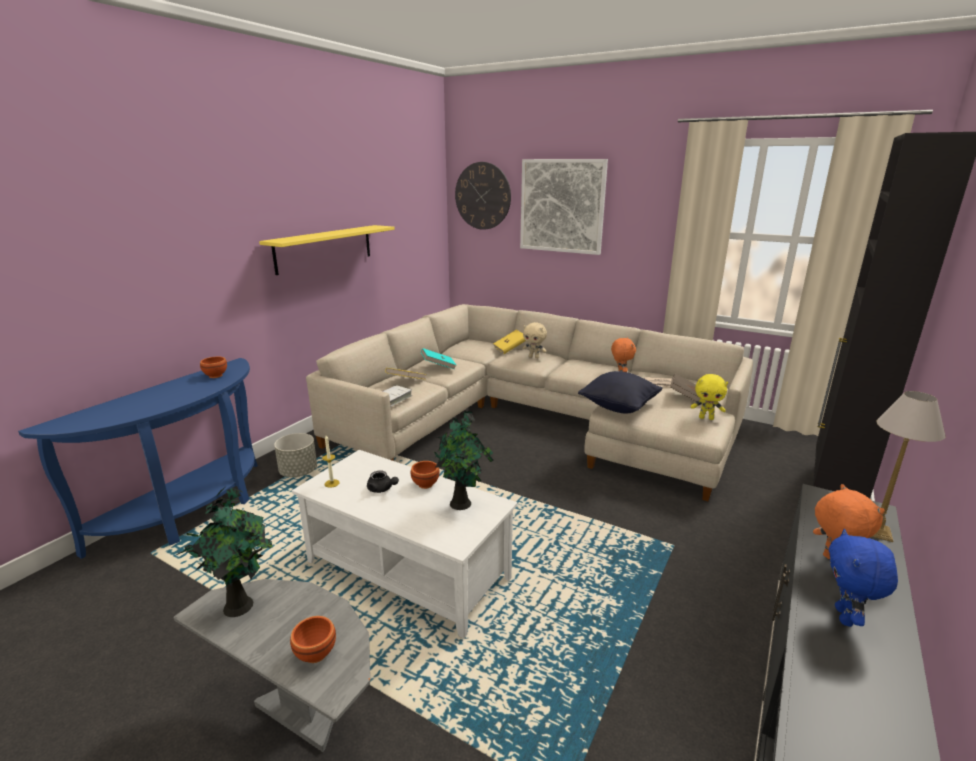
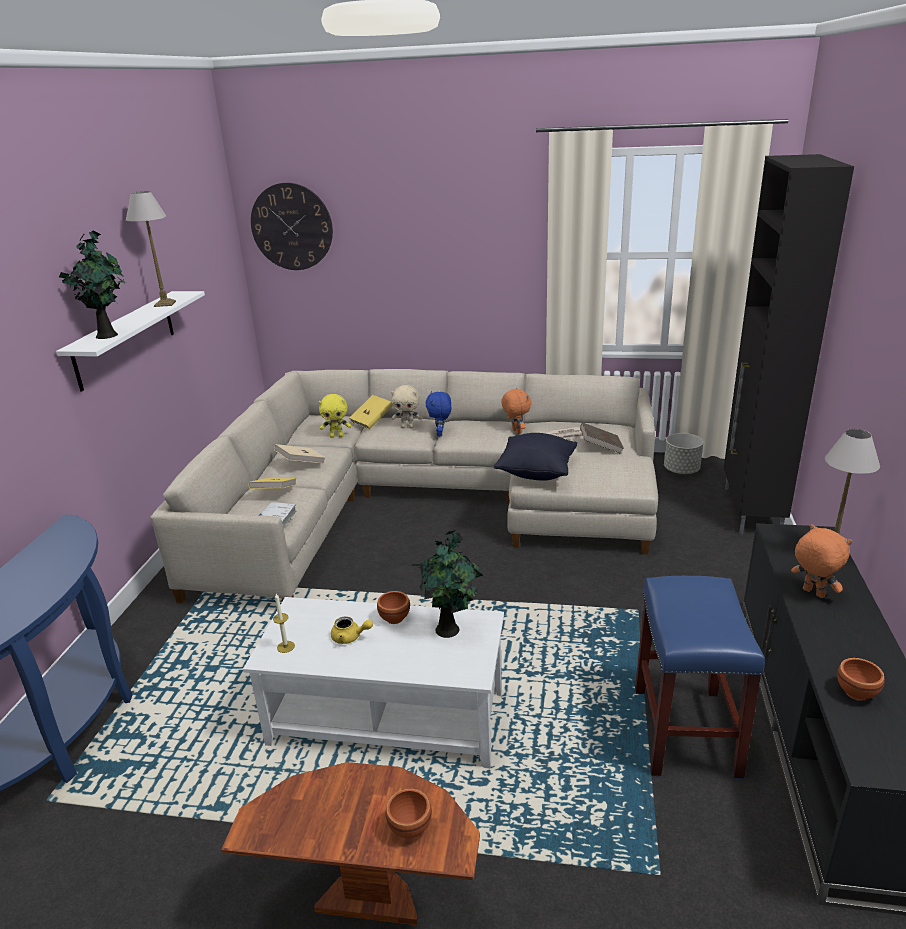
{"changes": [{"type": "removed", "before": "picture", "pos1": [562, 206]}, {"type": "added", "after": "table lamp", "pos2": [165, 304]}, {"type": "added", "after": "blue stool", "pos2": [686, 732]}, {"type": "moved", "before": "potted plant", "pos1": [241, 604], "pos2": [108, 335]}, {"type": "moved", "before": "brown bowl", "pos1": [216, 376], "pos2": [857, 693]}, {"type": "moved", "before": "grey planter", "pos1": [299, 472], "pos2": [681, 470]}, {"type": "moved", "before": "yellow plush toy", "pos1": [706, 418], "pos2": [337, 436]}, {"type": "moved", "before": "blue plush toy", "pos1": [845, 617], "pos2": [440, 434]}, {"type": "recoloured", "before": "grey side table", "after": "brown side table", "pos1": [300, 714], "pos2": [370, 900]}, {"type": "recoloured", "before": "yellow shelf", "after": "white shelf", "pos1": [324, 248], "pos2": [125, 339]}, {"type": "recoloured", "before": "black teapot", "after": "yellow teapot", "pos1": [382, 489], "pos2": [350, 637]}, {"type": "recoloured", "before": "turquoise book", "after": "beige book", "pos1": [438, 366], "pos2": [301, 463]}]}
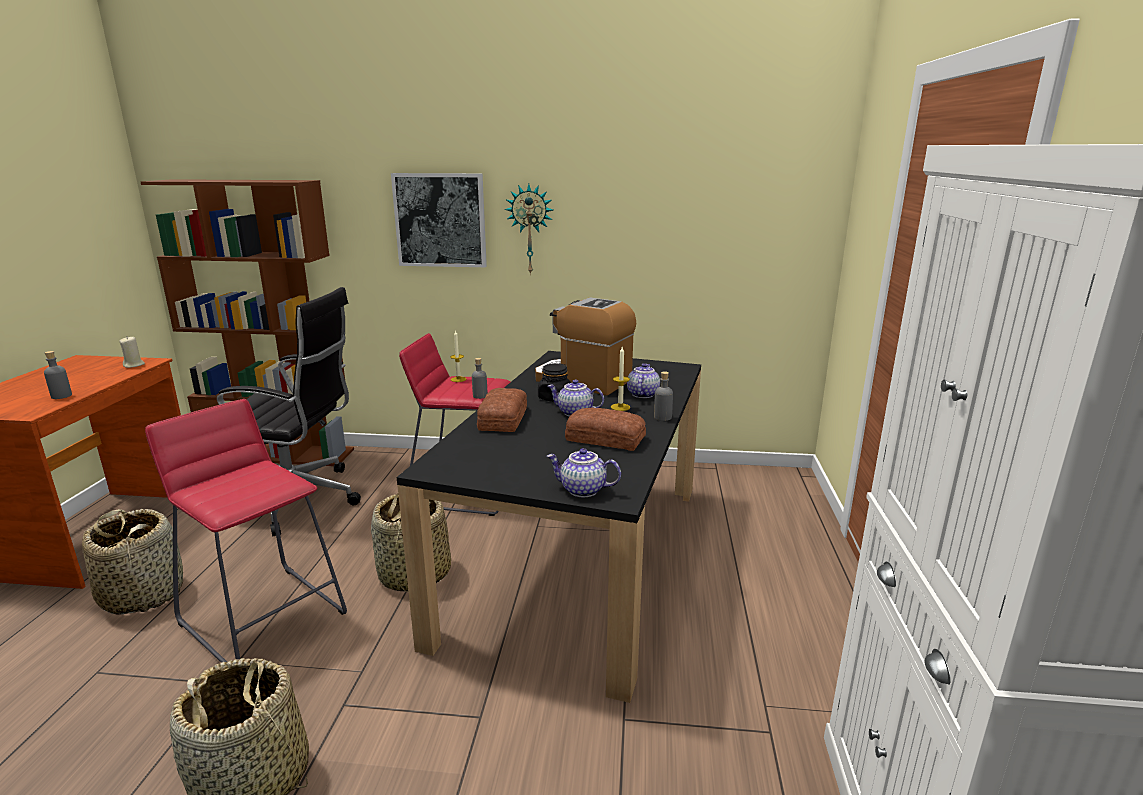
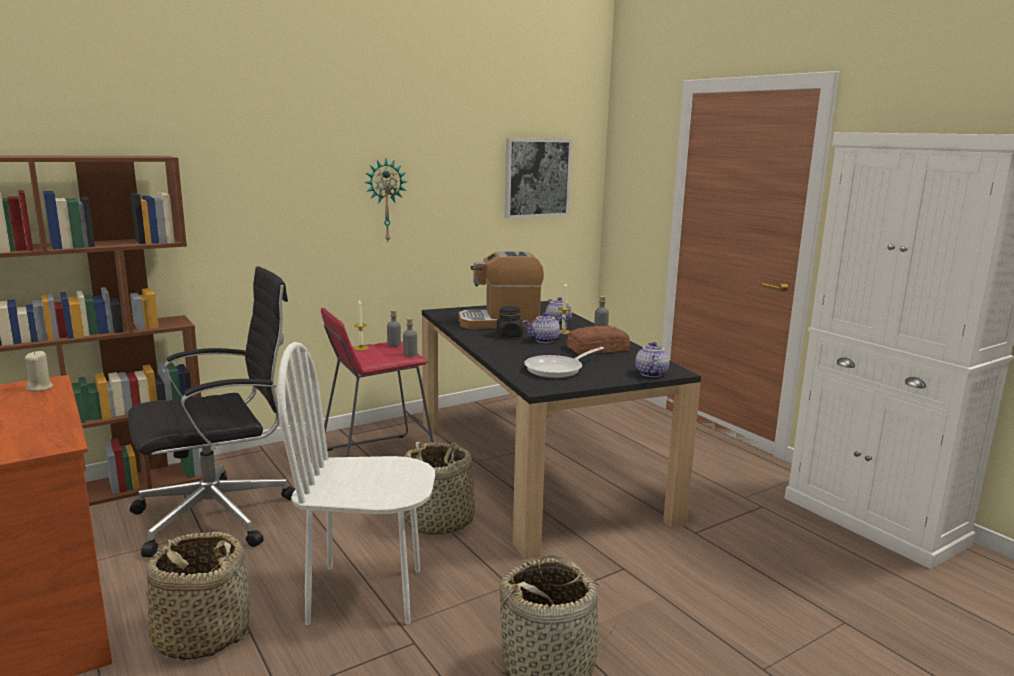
{"changes": [{"type": "removed", "before": "bread", "pos1": [501, 419]}, {"type": "added", "after": "frying pan", "pos2": [558, 369]}, {"type": "moved", "before": "grey bottle", "pos1": [61, 396], "pos2": [394, 345]}, {"type": "moved", "before": "picture", "pos1": [440, 220], "pos2": [536, 178]}, {"type": "replaced", "before": "red stool", "after": "white chair", "pos1": [264, 617], "pos2": [366, 594]}, {"type": "turned", "before": "teapot", "pos1": [582, 490], "pos2": [650, 373], "turn": 120}]}
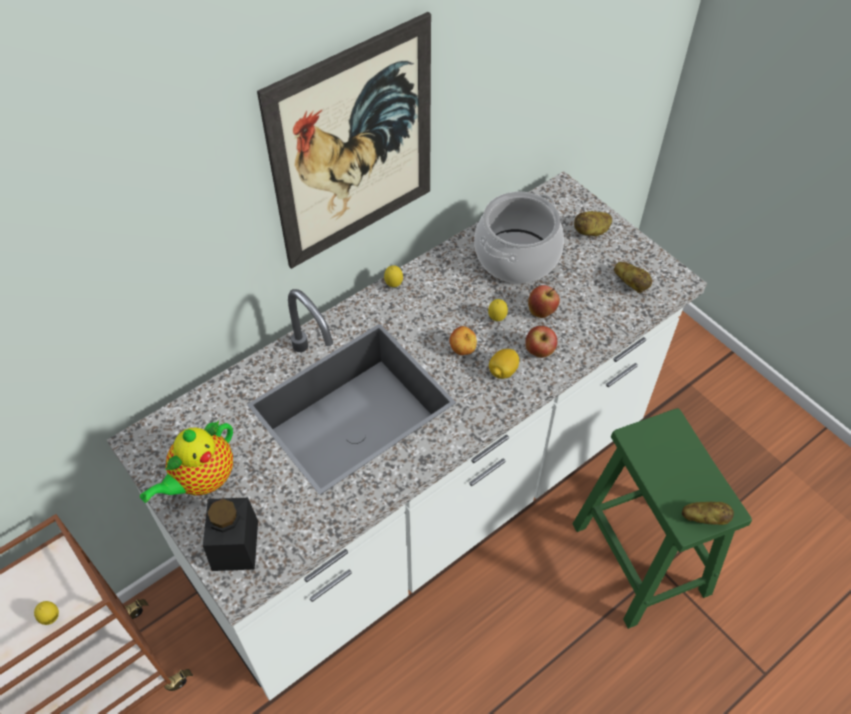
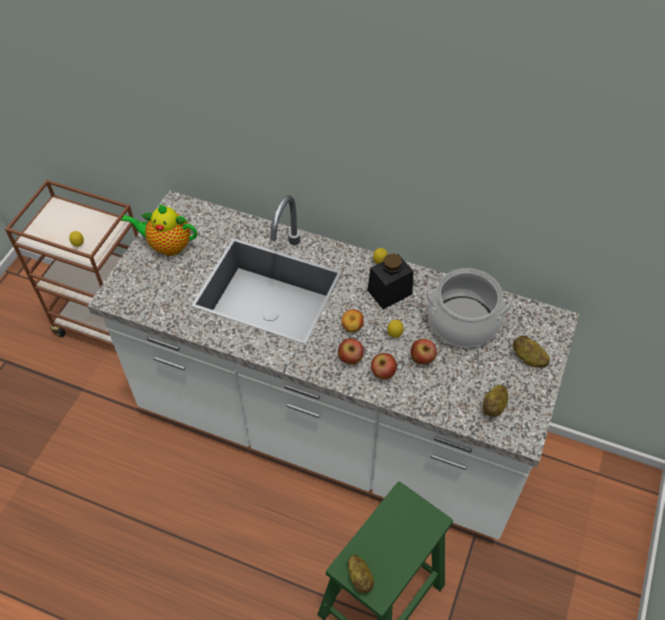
{"changes": [{"type": "removed", "before": "picture", "pos1": [354, 146]}, {"type": "moved", "before": "black jar", "pos1": [235, 545], "pos2": [389, 292]}, {"type": "replaced", "before": "lemon", "after": "apple", "pos1": [503, 371], "pos2": [350, 359]}]}
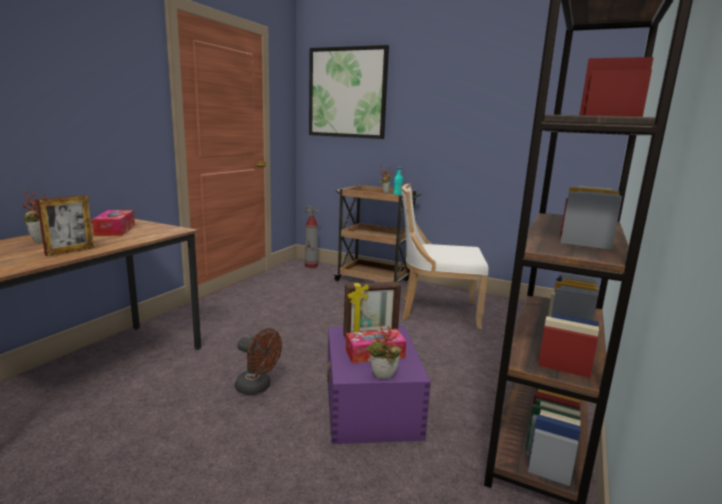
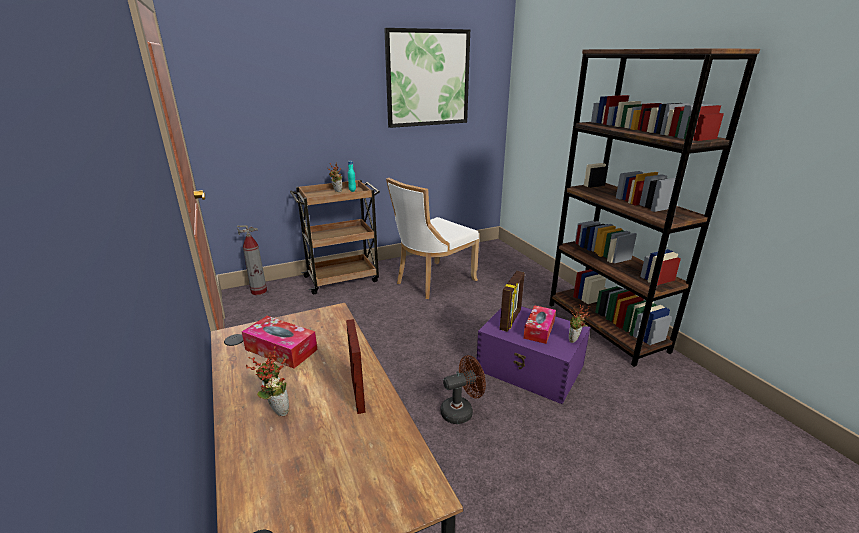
{"changes": [{"type": "moved", "before": "picture", "pos1": [347, 93], "pos2": [428, 78]}]}
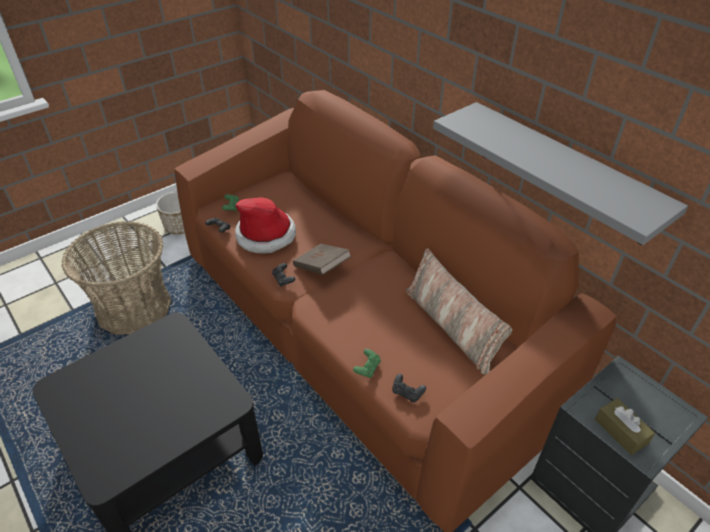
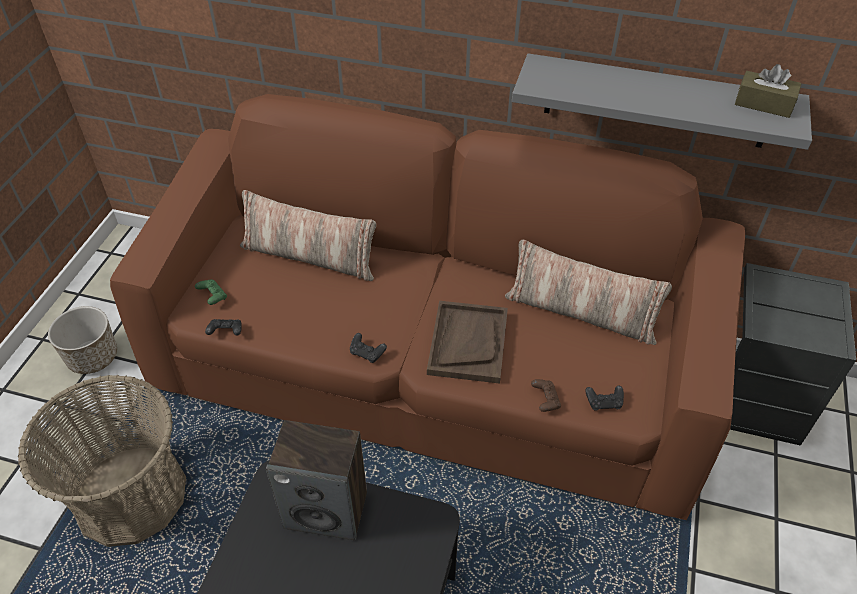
{"changes": [{"type": "removed", "before": "hat", "pos1": [266, 235]}, {"type": "removed", "before": "brown book", "pos1": [321, 268]}, {"type": "added", "after": "pillow", "pos2": [310, 257]}, {"type": "added", "after": "speaker", "pos2": [327, 510]}, {"type": "added", "after": "brown tray", "pos2": [468, 343]}, {"type": "moved", "before": "brown tissue box", "pos1": [621, 431], "pos2": [764, 104]}, {"type": "recoloured", "before": "green game controller", "after": "brown game controller", "pos1": [367, 368], "pos2": [545, 400]}]}
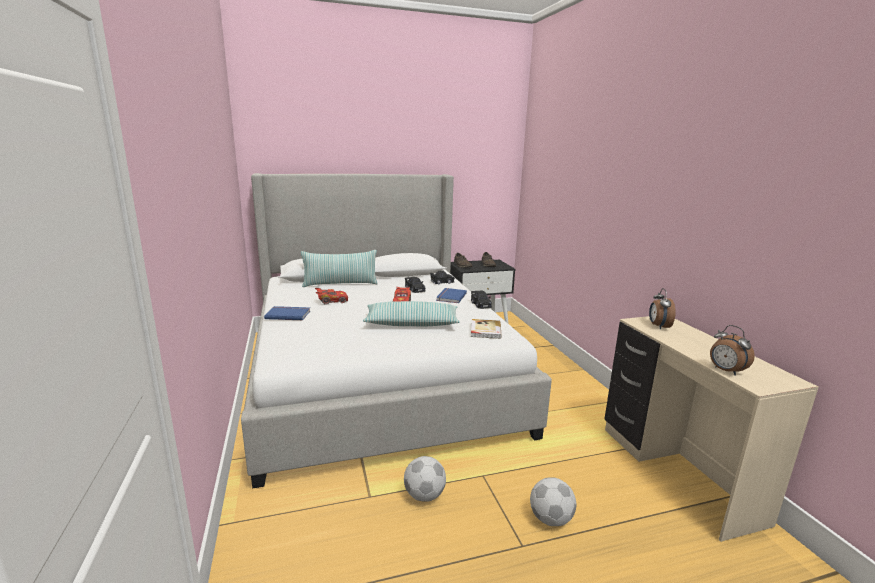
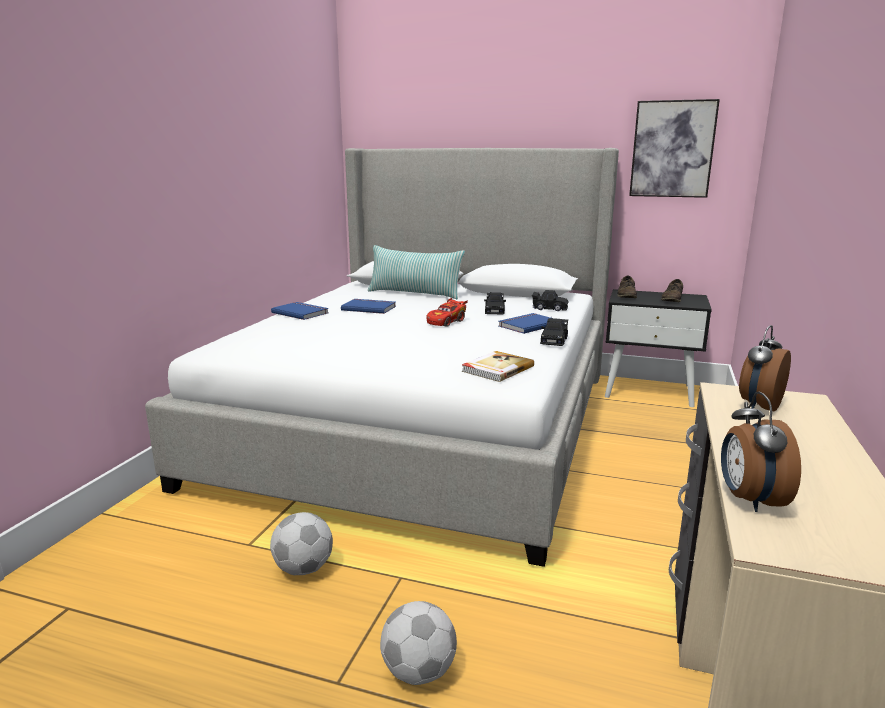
{"changes": [{"type": "removed", "before": "pillow", "pos1": [412, 323]}, {"type": "added", "after": "picture", "pos2": [672, 149]}, {"type": "replaced", "before": "red toy car", "after": "blue book", "pos1": [332, 301], "pos2": [369, 308]}]}
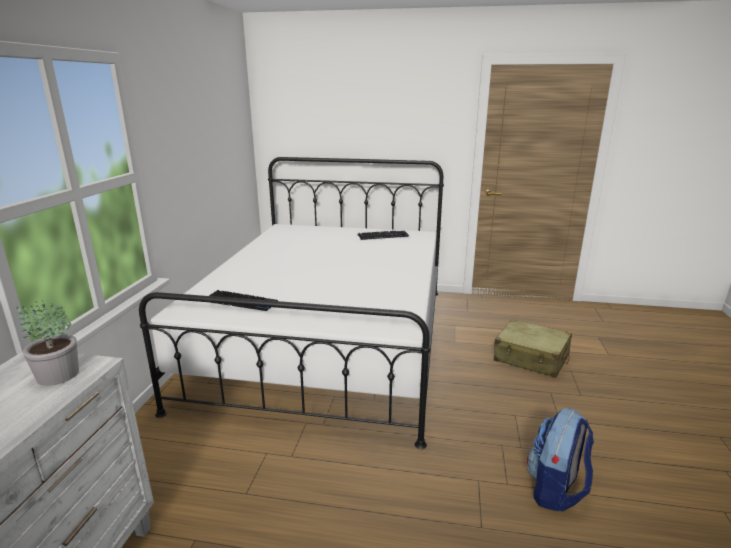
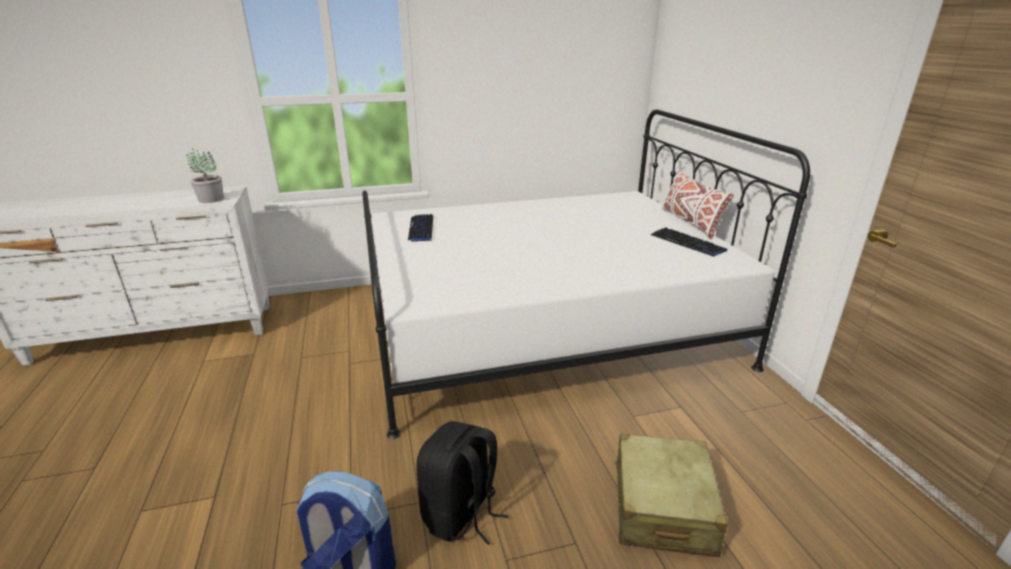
{"changes": [{"type": "added", "after": "black backpack", "pos2": [461, 515]}, {"type": "added", "after": "white pillow", "pos2": [690, 222]}]}
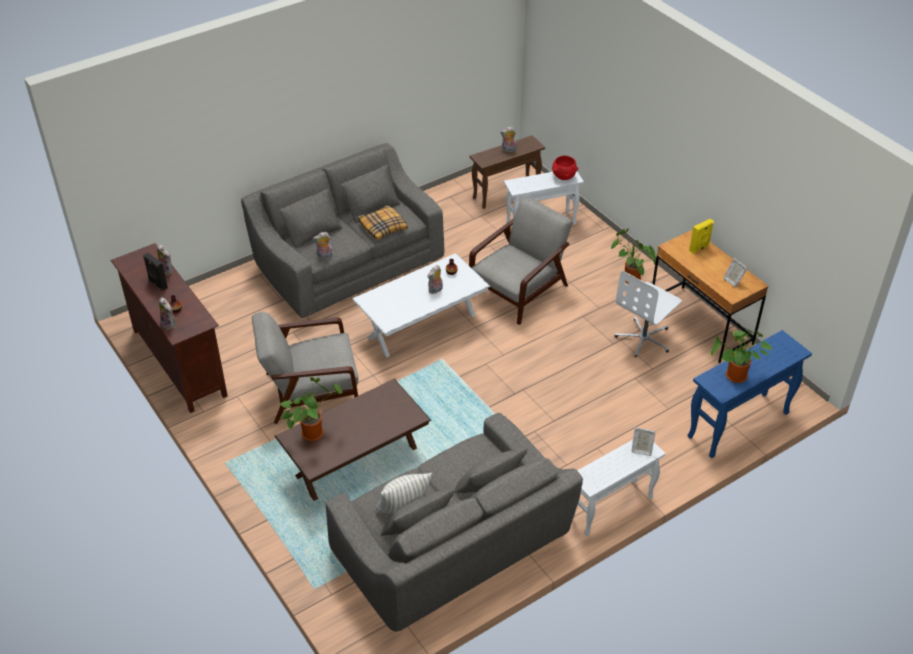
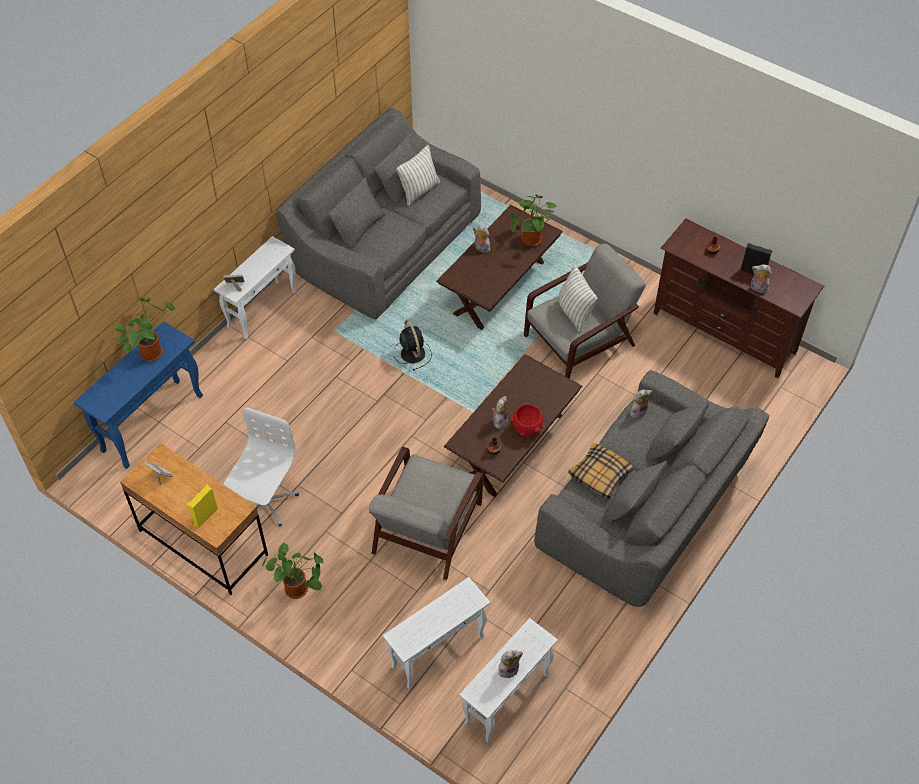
{"changes": [{"type": "added", "after": "black fan", "pos2": [412, 353]}, {"type": "added", "after": "pillow", "pos2": [574, 313]}, {"type": "moved", "before": "plush toy", "pos1": [170, 324], "pos2": [481, 248]}, {"type": "moved", "before": "red bowl", "pos1": [564, 177], "pos2": [527, 428]}, {"type": "recoloured", "before": "white coffee table", "after": "brown coffee table", "pos1": [422, 326], "pos2": [512, 446]}, {"type": "recoloured", "before": "brown side table", "after": "white side table", "pos1": [505, 194], "pos2": [507, 699]}]}
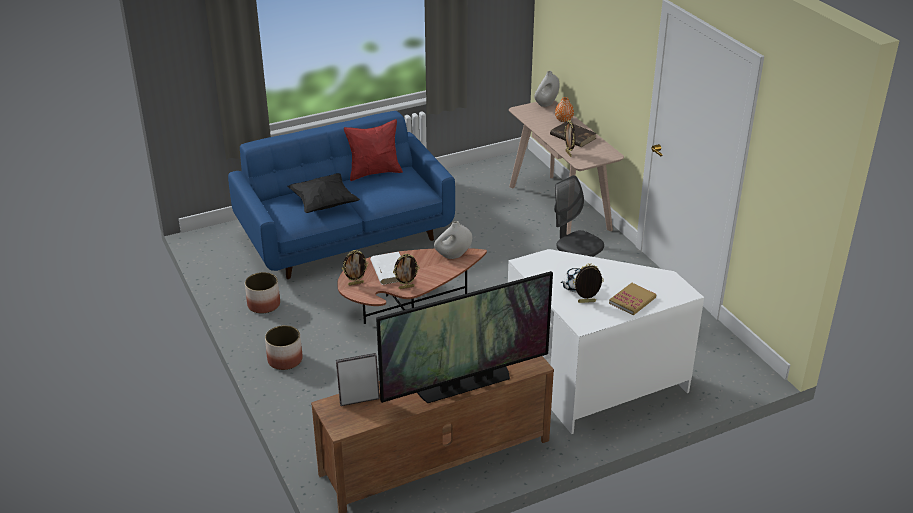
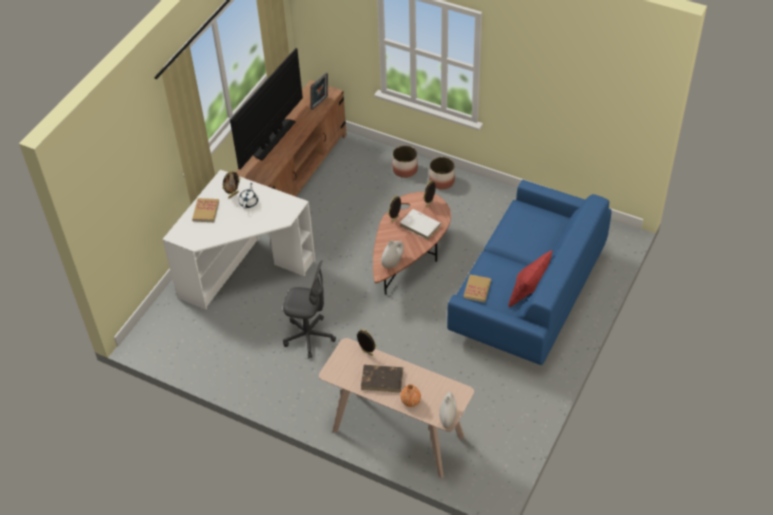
{"changes": [{"type": "removed", "before": "black pillow", "pos1": [324, 204]}, {"type": "added", "after": "book", "pos2": [477, 289]}, {"type": "moved", "before": "planter", "pos1": [263, 305], "pos2": [405, 169]}]}
